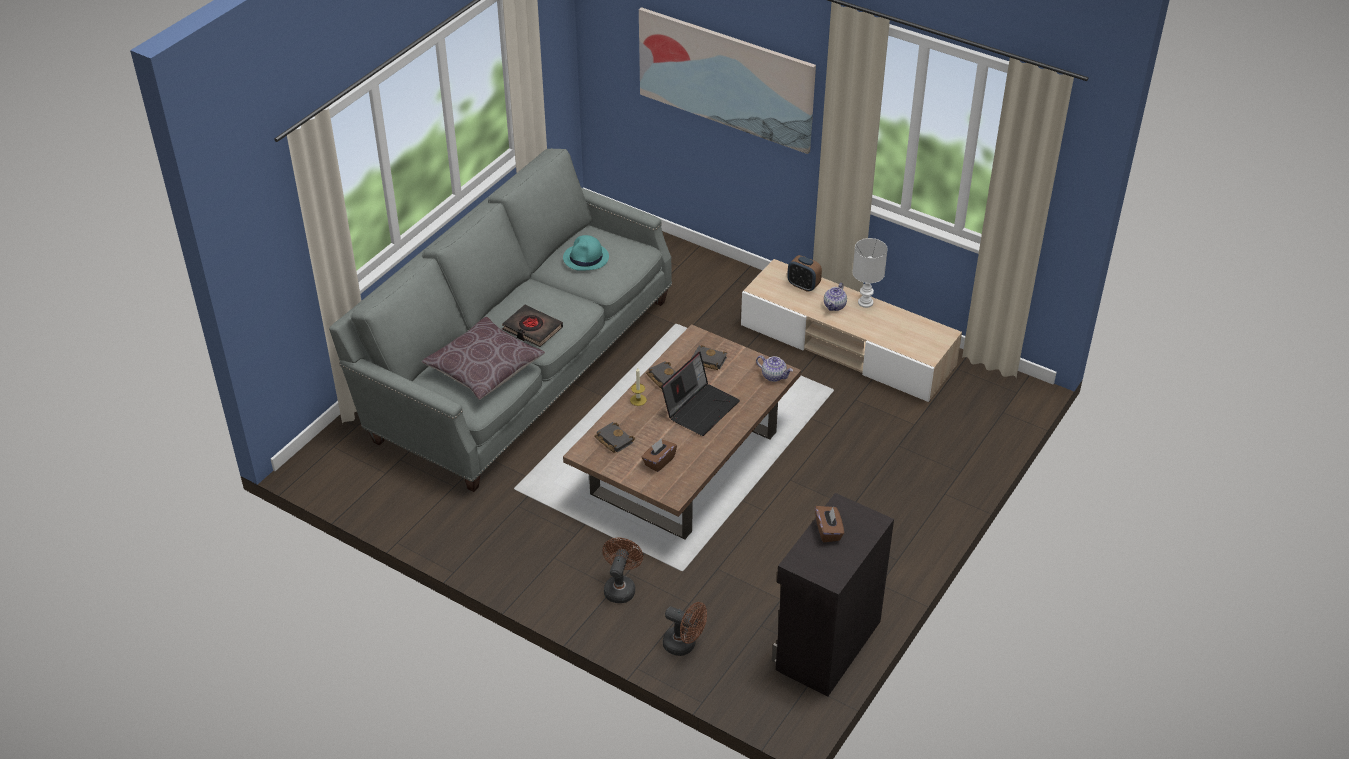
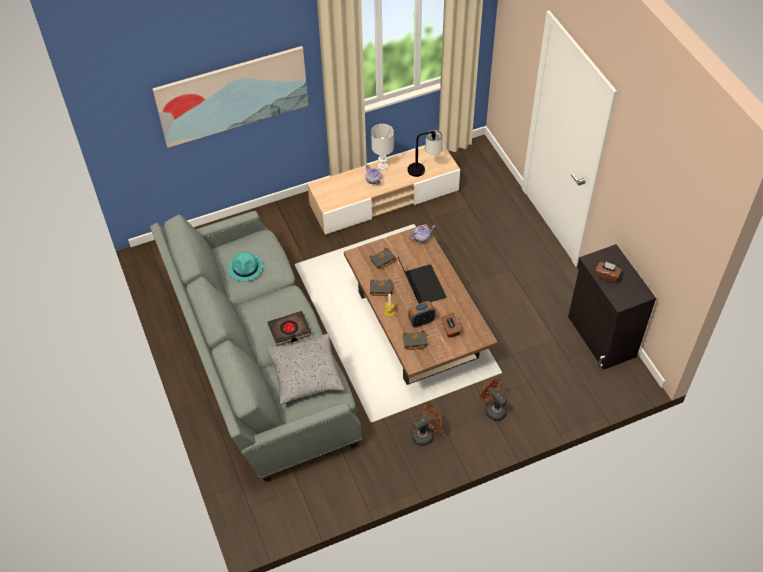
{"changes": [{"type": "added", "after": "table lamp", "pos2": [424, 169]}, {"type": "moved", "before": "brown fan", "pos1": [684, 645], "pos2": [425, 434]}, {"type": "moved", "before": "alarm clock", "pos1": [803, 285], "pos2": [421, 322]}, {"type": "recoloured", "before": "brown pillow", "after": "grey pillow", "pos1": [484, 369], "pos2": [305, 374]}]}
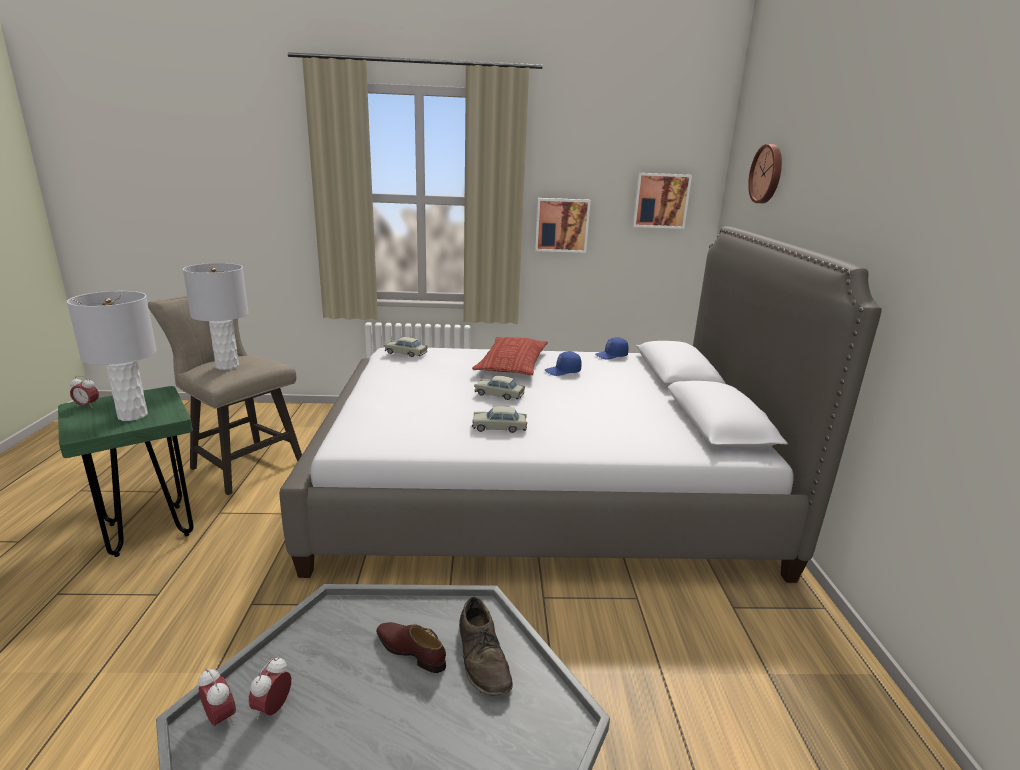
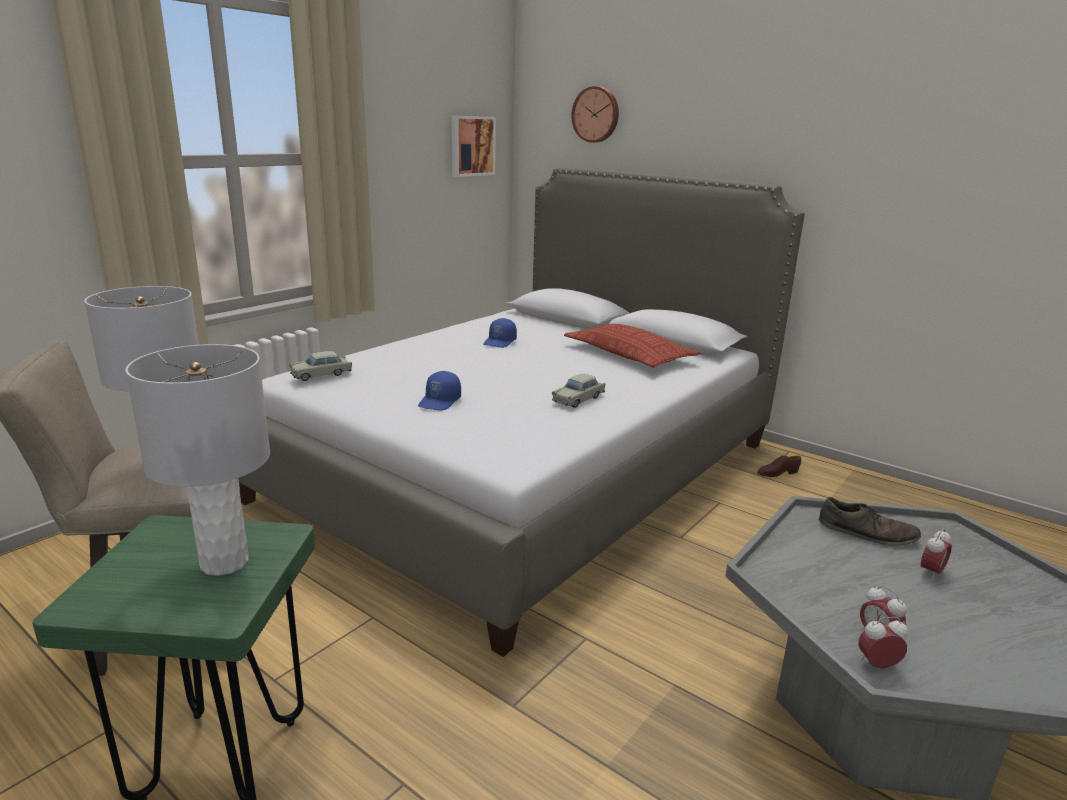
{"changes": [{"type": "removed", "before": "beige toy car", "pos1": [499, 394]}, {"type": "removed", "before": "picture", "pos1": [561, 225]}, {"type": "moved", "before": "alarm clock", "pos1": [87, 406], "pos2": [931, 572]}, {"type": "moved", "before": "brown shoe", "pos1": [411, 651], "pos2": [777, 473]}, {"type": "moved", "before": "pillow", "pos1": [512, 363], "pos2": [629, 354]}, {"type": "moved", "before": "blue cap", "pos1": [611, 355], "pos2": [440, 402]}]}
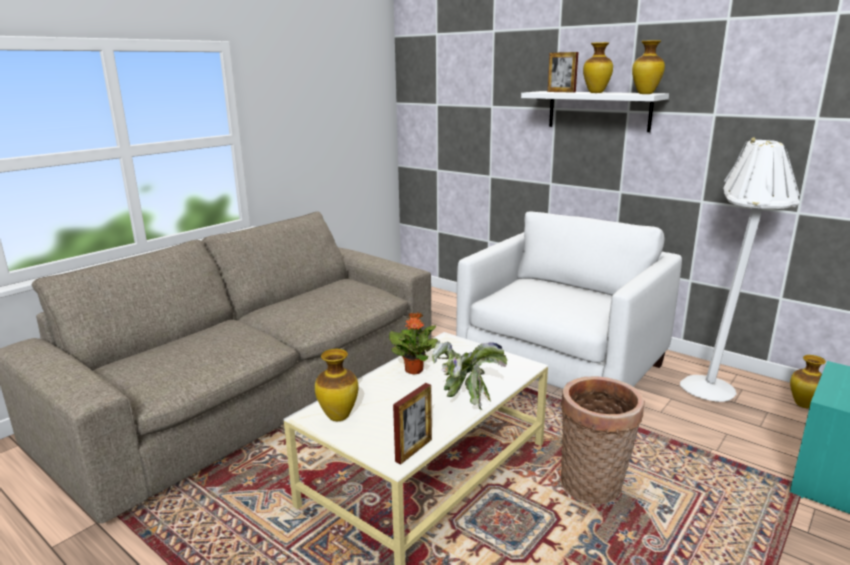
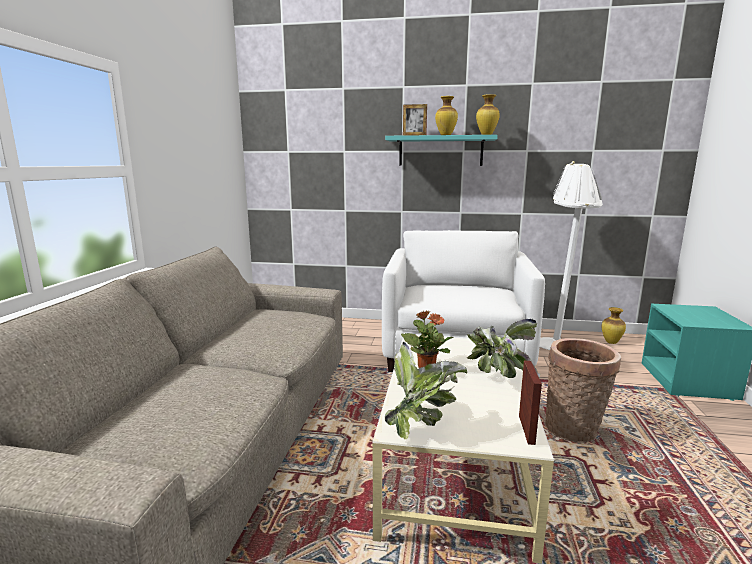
{"changes": [{"type": "replaced", "before": "vase", "after": "potted plant", "pos1": [338, 416], "pos2": [422, 422]}, {"type": "recoloured", "before": "white shelf", "after": "turquoise shelf", "pos1": [598, 110], "pos2": [440, 151]}]}
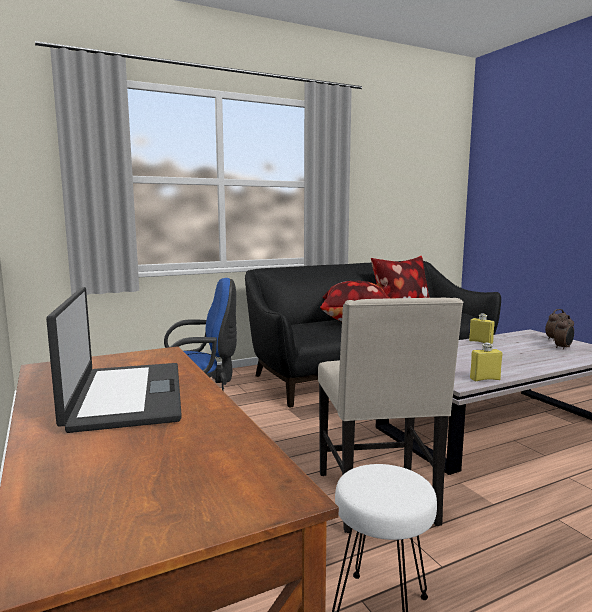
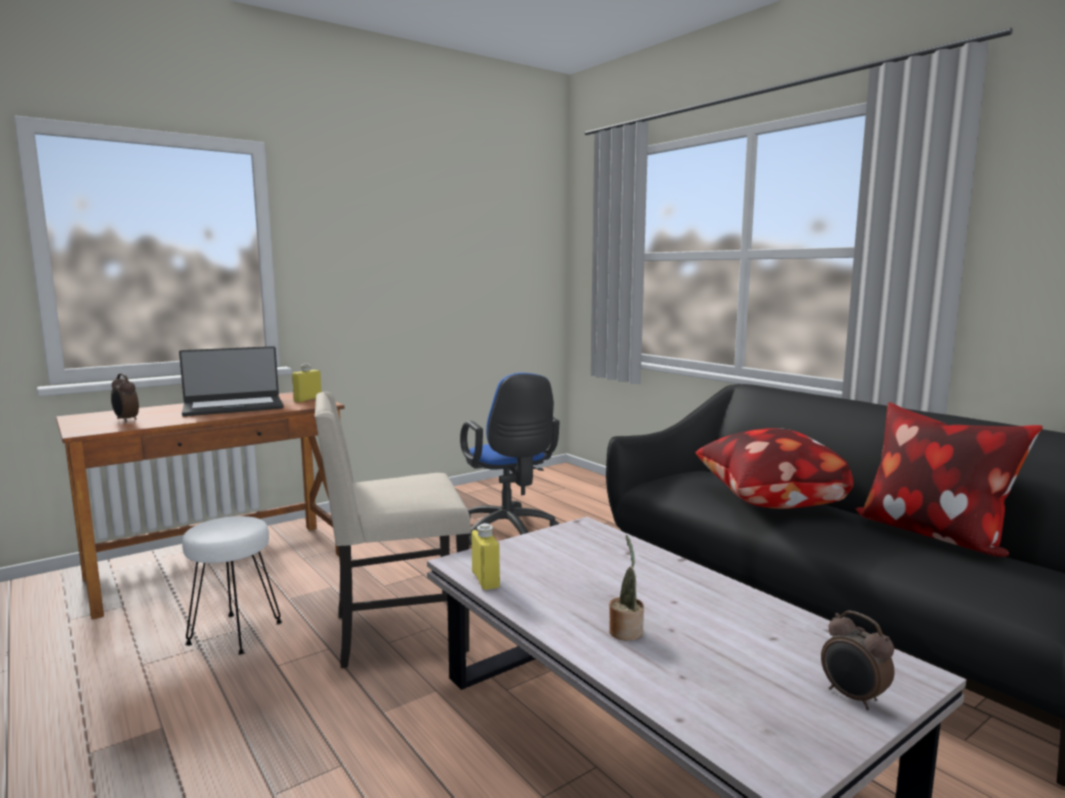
{"changes": [{"type": "added", "after": "potted plant", "pos2": [626, 630]}, {"type": "moved", "before": "yellow bottle", "pos1": [480, 342], "pos2": [308, 400]}, {"type": "moved", "before": "alarm clock", "pos1": [563, 348], "pos2": [126, 420]}]}
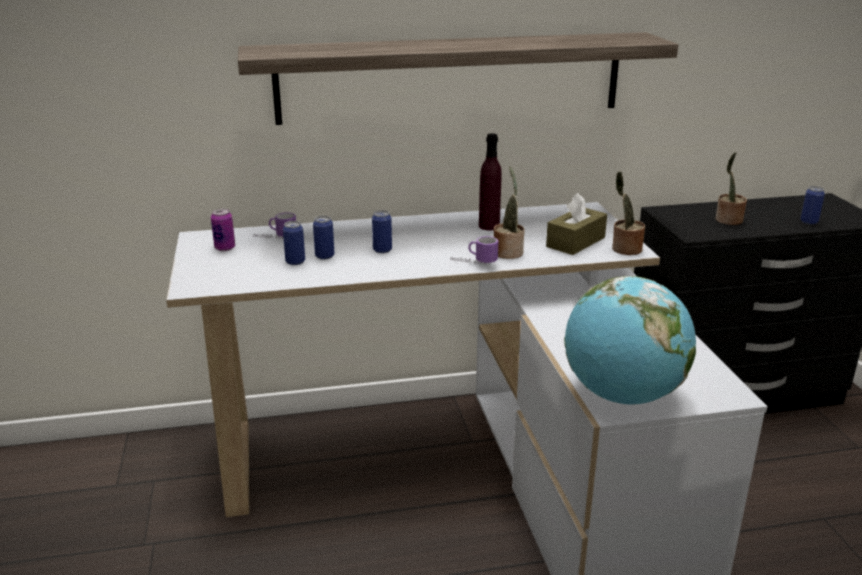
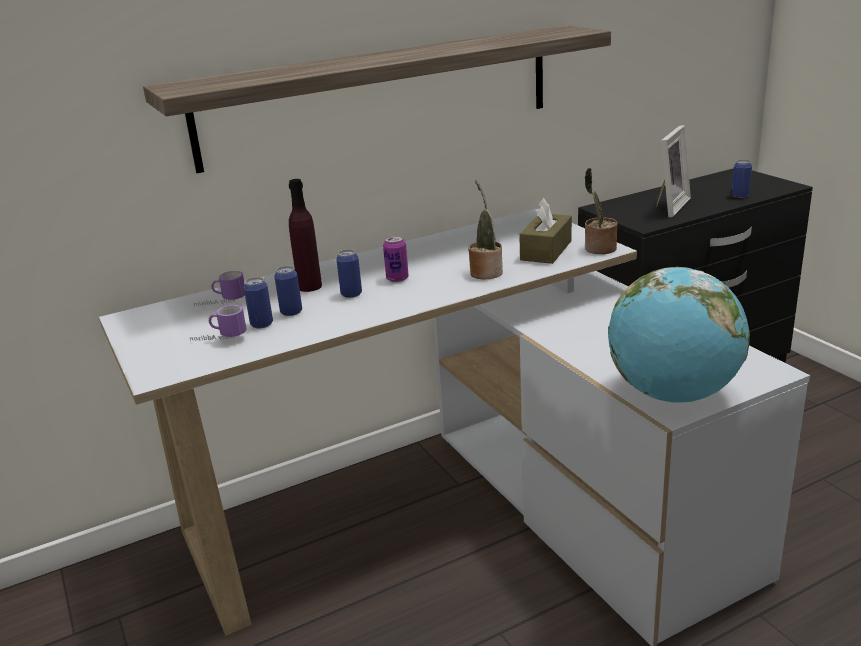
{"changes": [{"type": "moved", "before": "can", "pos1": [225, 248], "pos2": [397, 279]}, {"type": "moved", "before": "mug", "pos1": [473, 263], "pos2": [219, 340]}, {"type": "moved", "before": "purple bottle", "pos1": [489, 226], "pos2": [309, 286]}, {"type": "replaced", "before": "potted plant", "after": "picture frame", "pos1": [728, 220], "pos2": [668, 206]}]}
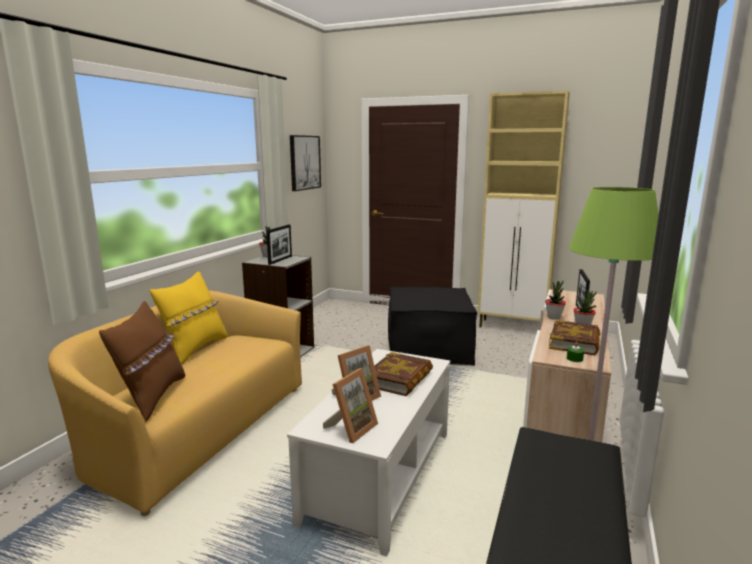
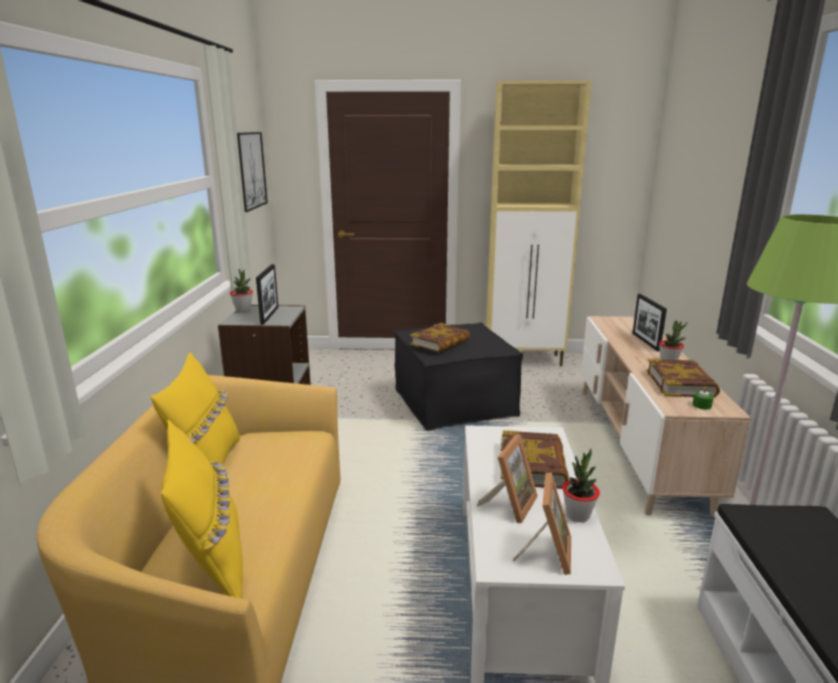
{"changes": [{"type": "added", "after": "book", "pos2": [440, 342]}, {"type": "moved", "before": "potted plant", "pos1": [554, 317], "pos2": [578, 515]}, {"type": "recoloured", "before": "brown pillow", "after": "yellow pillow", "pos1": [152, 397], "pos2": [211, 563]}]}
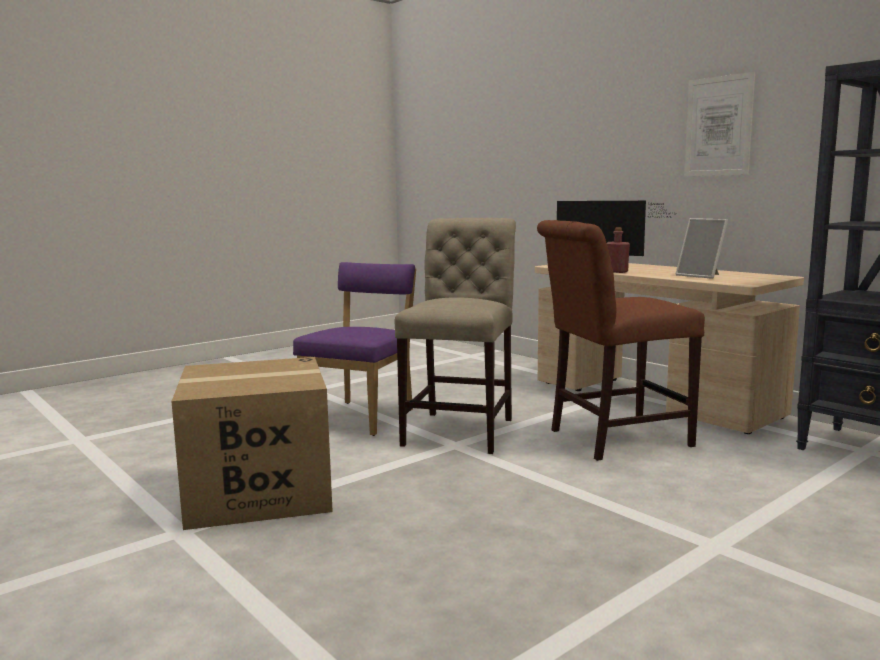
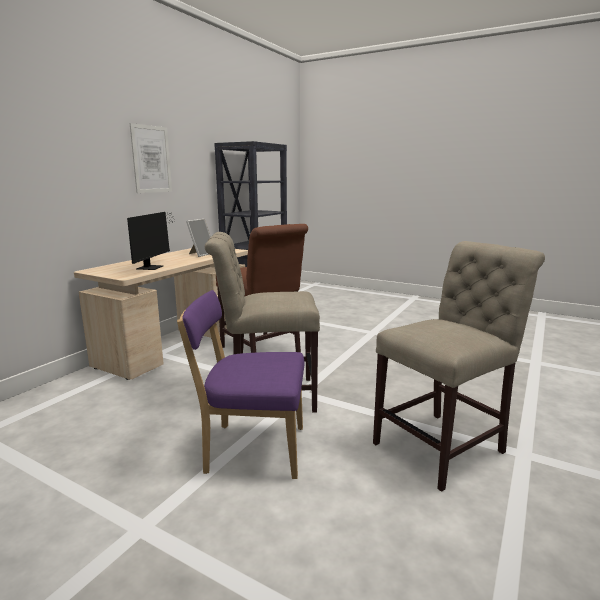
{"changes": [{"type": "removed", "before": "red bottle", "pos1": [616, 272]}, {"type": "replaced", "before": "cardboard box", "after": "beige chair", "pos1": [258, 492], "pos2": [444, 445]}]}
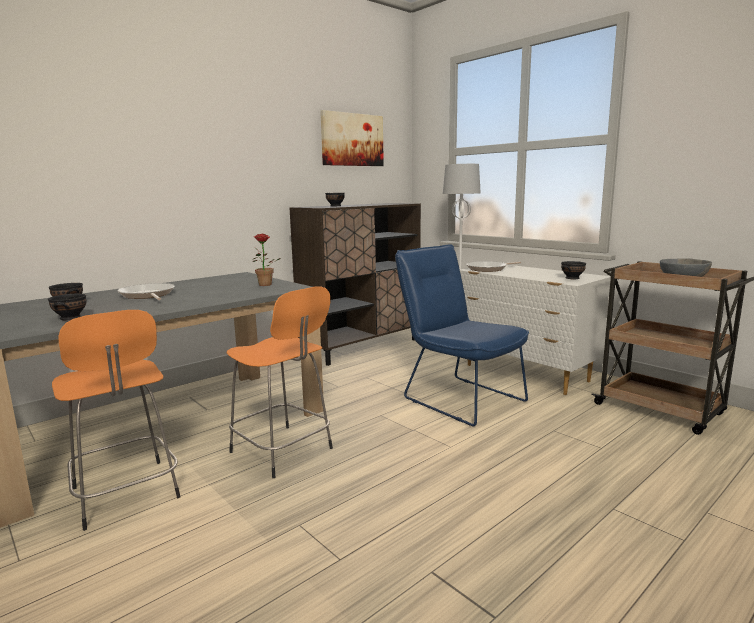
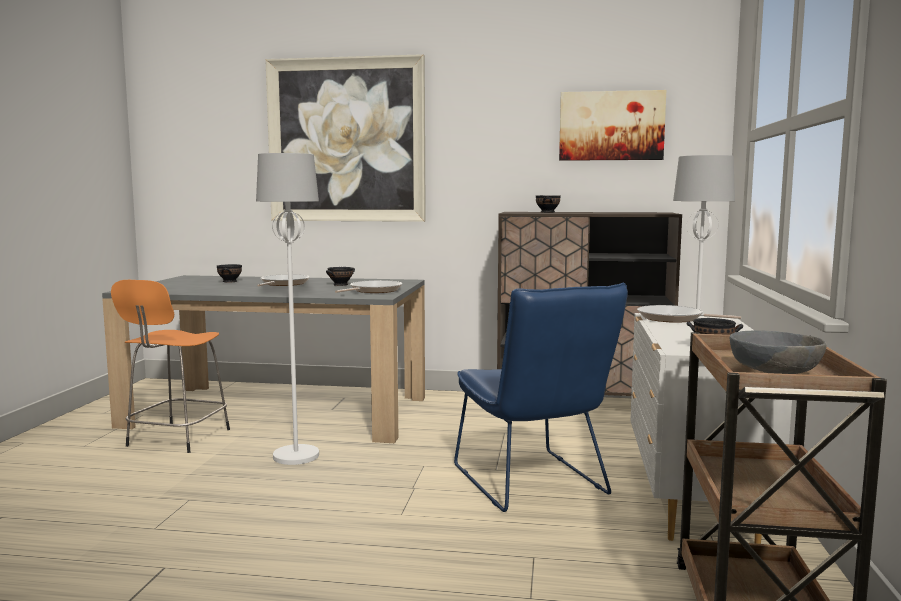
{"changes": [{"type": "added", "after": "picture", "pos2": [346, 140]}, {"type": "moved", "before": "black bowl", "pos1": [71, 318], "pos2": [341, 284]}, {"type": "replaced", "before": "orange stool", "after": "white floor lamp", "pos1": [283, 451], "pos2": [295, 456]}, {"type": "replaced", "before": "potted plant", "after": "frying pan", "pos1": [265, 285], "pos2": [373, 291]}, {"type": "turned", "before": "blue chair", "pos1": [458, 397], "pos2": [533, 484], "turn": 150}]}
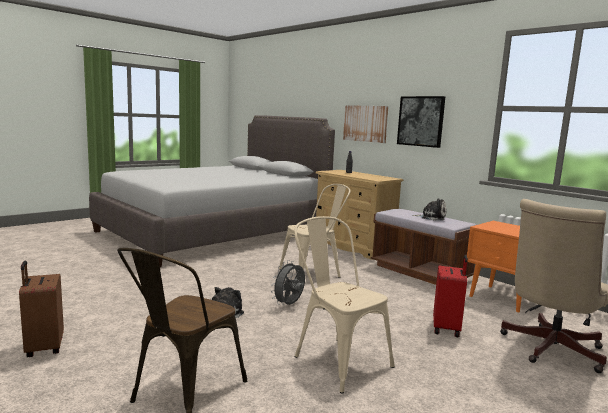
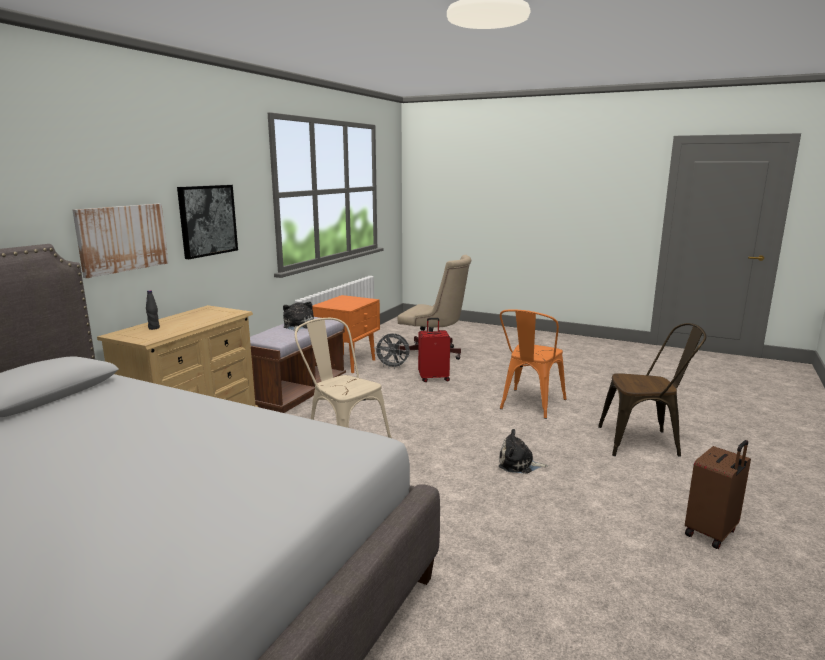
{"changes": [{"type": "moved", "before": "grey fan", "pos1": [289, 305], "pos2": [393, 367]}, {"type": "recoloured", "before": "beige chair", "after": "orange chair", "pos1": [336, 359], "pos2": [529, 405]}]}
